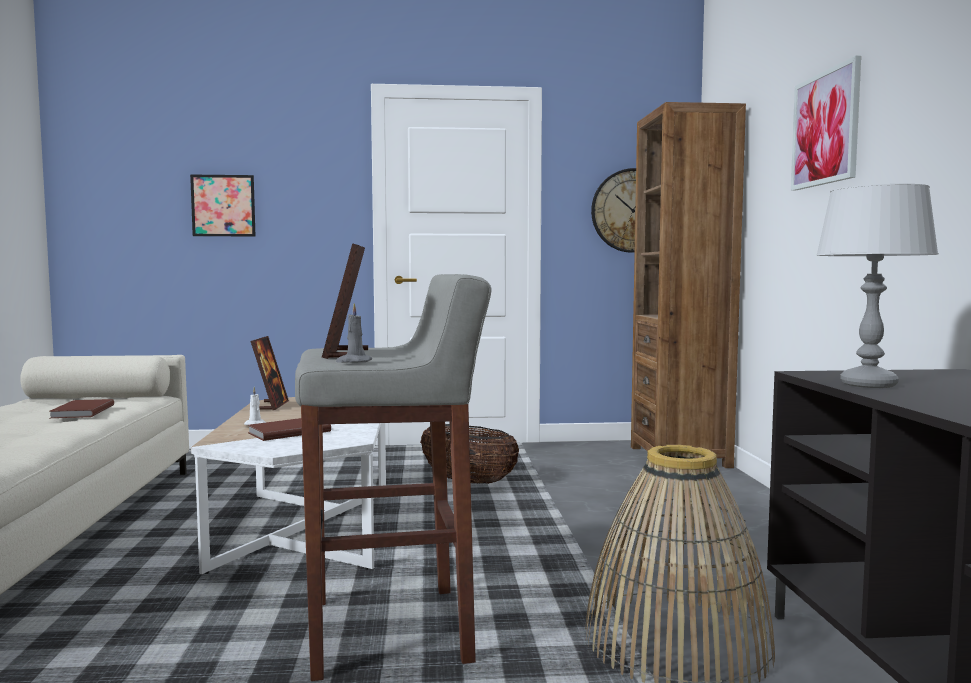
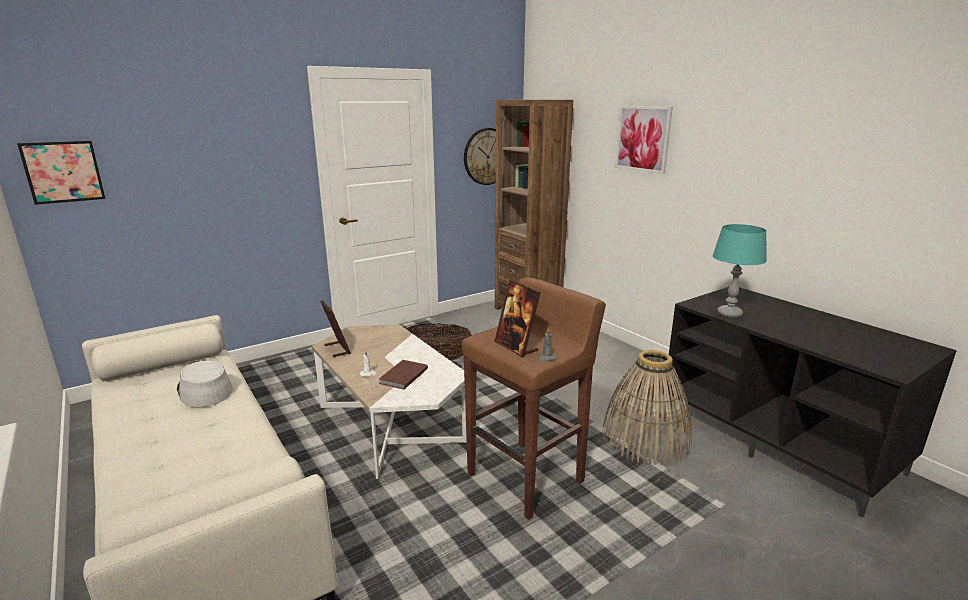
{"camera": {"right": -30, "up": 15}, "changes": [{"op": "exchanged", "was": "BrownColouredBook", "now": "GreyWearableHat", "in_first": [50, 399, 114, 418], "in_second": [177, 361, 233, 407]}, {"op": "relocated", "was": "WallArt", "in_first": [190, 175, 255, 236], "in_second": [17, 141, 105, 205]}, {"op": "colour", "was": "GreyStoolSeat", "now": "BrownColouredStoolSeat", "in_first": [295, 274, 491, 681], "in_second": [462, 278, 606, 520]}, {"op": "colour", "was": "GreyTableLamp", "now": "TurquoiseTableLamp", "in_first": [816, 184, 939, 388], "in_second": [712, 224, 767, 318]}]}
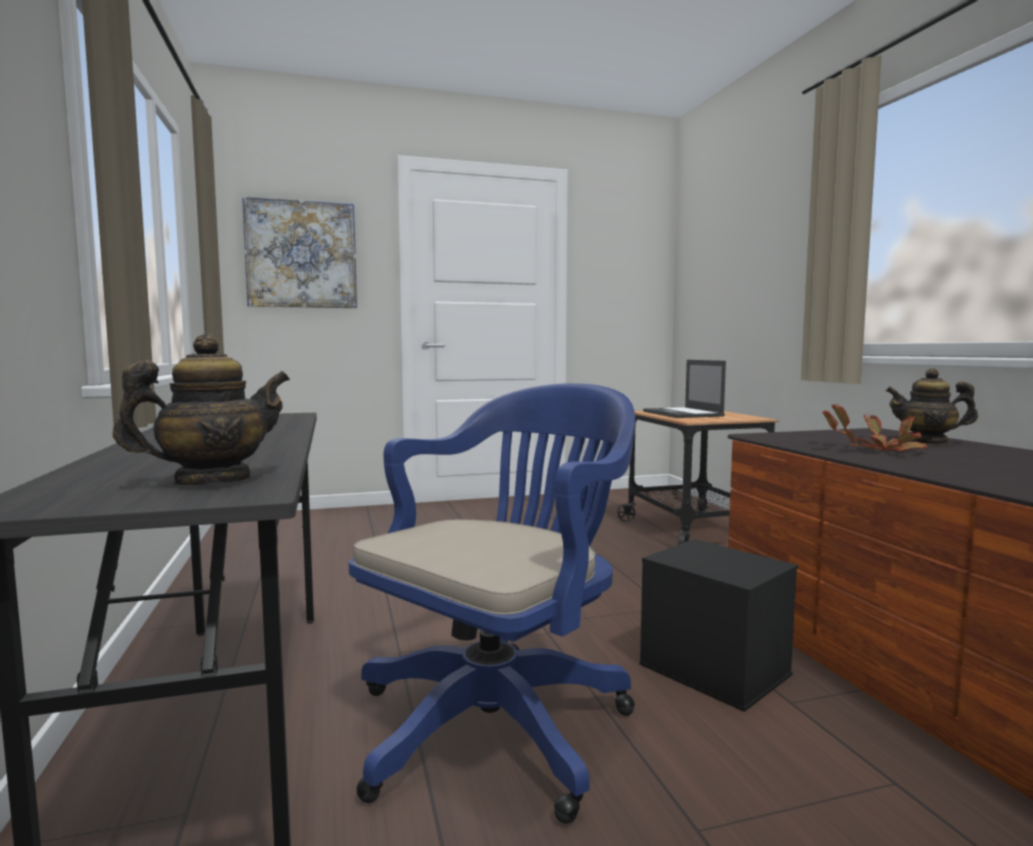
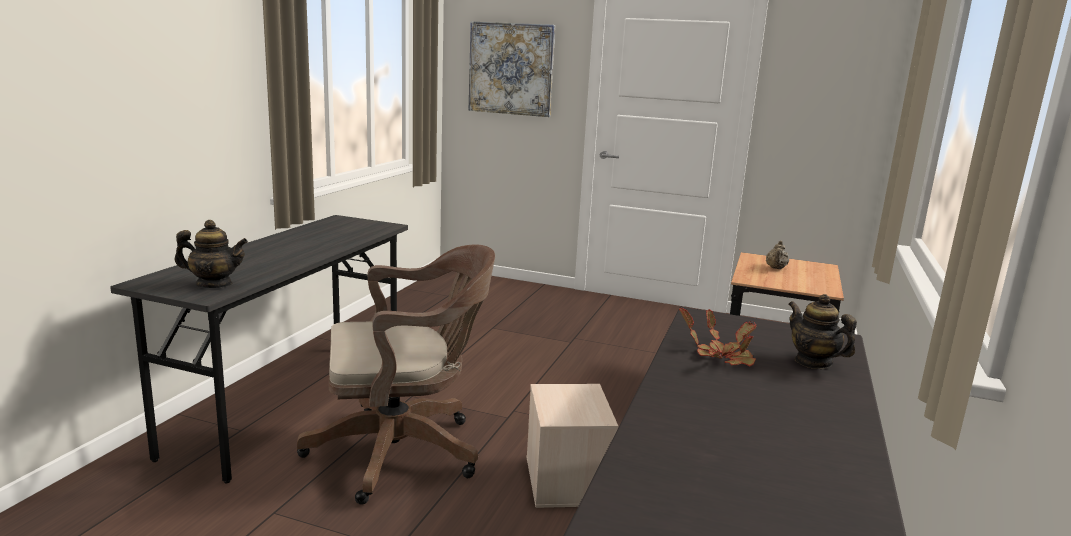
{"camera": {"right": 35, "up": 10}, "changes": [{"op": "colour", "was": "BlueOfficeChair", "now": "BrownColouredOfficeChair", "in_first": [349, 383, 635, 824], "in_second": [297, 244, 495, 505]}, {"op": "colour", "was": "BlackStorageBox", "now": "BeigeStorageBox", "in_first": [639, 539, 798, 712], "in_second": [527, 384, 618, 508]}, {"op": "exchanged", "was": "Laptop", "now": "BeigePotForTea", "in_first": [643, 360, 726, 418], "in_second": [766, 241, 789, 269]}]}
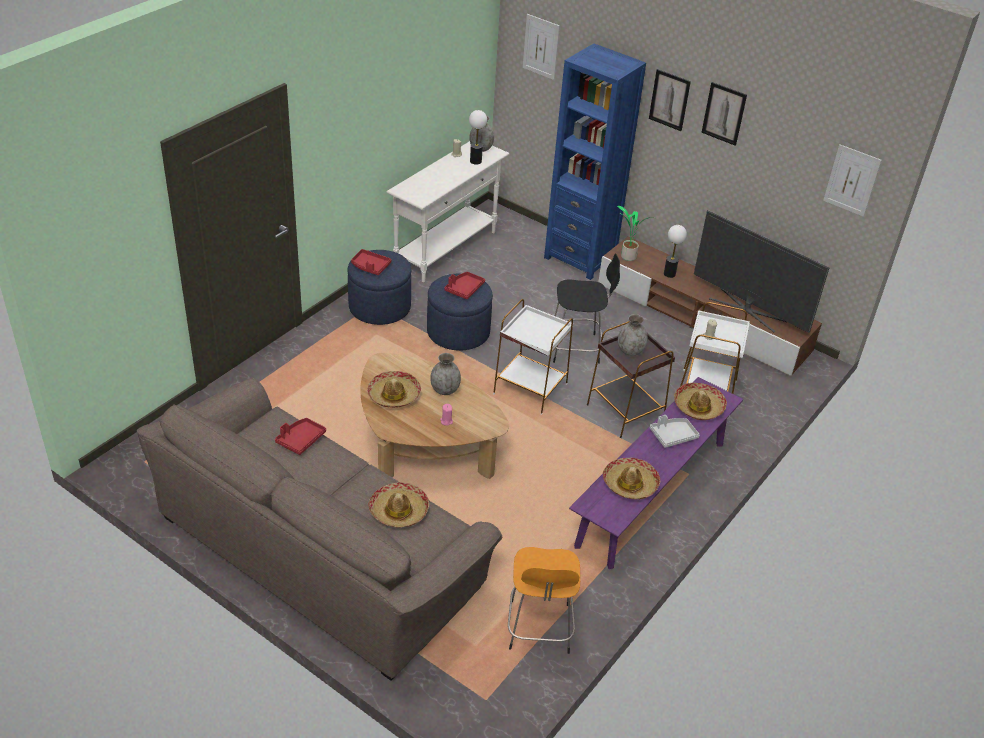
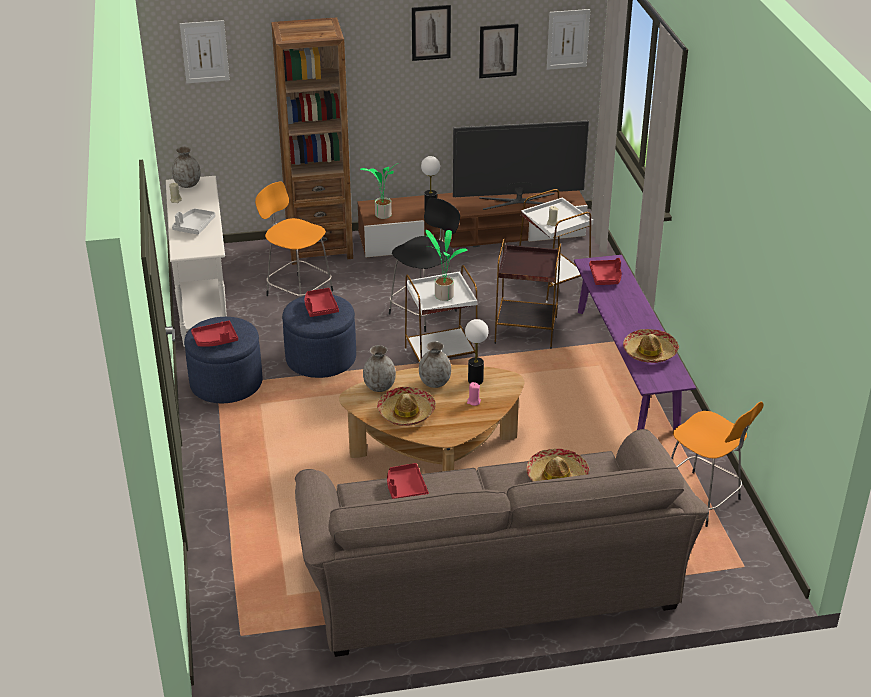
{"camera": {"right": -45, "up": -5}, "changes": [{"op": "relocated", "was": "TableLamp", "in_first": [469, 110, 487, 165], "in_second": [465, 319, 489, 385]}, {"op": "colour", "was": "BlueBookshelf", "now": "BrownColouredBookshelf", "in_first": [544, 43, 646, 280], "in_second": [271, 17, 353, 265]}, {"op": "relocated", "was": "GreyFlowerVase", "in_first": [618, 314, 648, 356], "in_second": [363, 345, 396, 392]}, {"op": "relocated", "was": "WallArt", "in_first": [649, 69, 691, 131], "in_second": [479, 24, 518, 78]}, {"op": "relocated", "was": "GreyServingTray", "in_first": [650, 415, 700, 448], "in_second": [172, 208, 215, 234]}, {"op": "exchanged", "was": "WearableHat", "now": "RedServingTray", "in_first": [674, 383, 727, 420], "in_second": [589, 258, 622, 285]}, {"op": "appeared", "now": "OrangeStoolSeat", "in_second": [255, 182, 333, 297]}, {"op": "appeared", "now": "Houseplant", "in_second": [422, 230, 468, 301]}]}
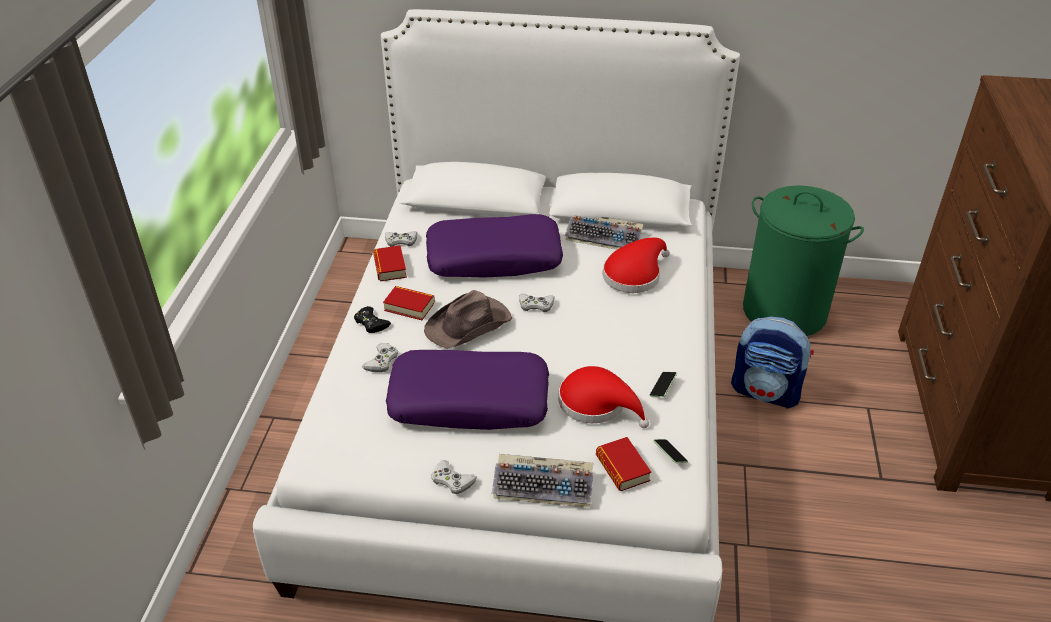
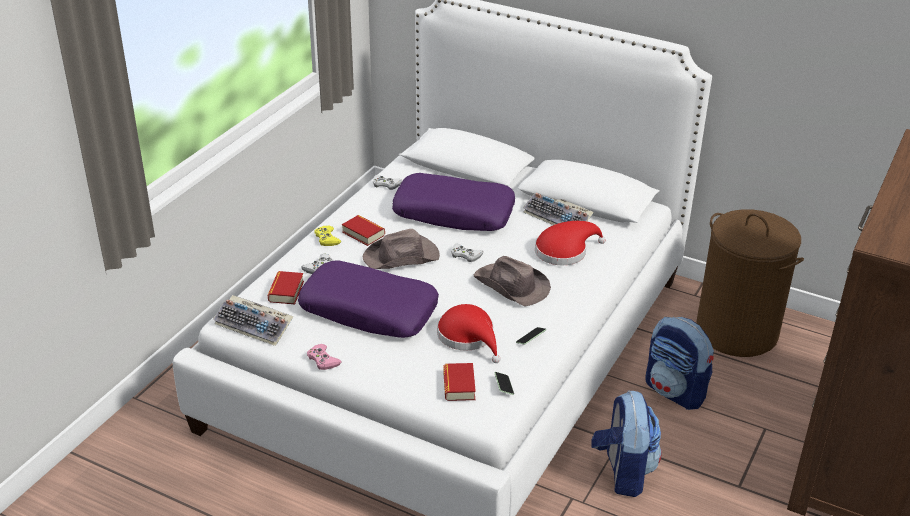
{"camera": {"right": 20, "up": -5}, "changes": [{"op": "colour", "was": "BlackGameController", "now": "YellowishGameController", "in_first": [354, 306, 391, 333], "in_second": [315, 226, 341, 246]}, {"op": "relocated", "was": "Book", "in_first": [373, 246, 407, 281], "in_second": [268, 271, 304, 304]}, {"op": "colour", "was": "WhitishGameController", "now": "PinkGameController", "in_first": [432, 460, 477, 494], "in_second": [307, 344, 342, 370]}, {"op": "relocated", "was": "ComputerKeyboard", "in_first": [492, 454, 594, 508], "in_second": [213, 295, 294, 346]}, {"op": "colour", "was": "GreenColouredHamper", "now": "BrownColouredHamper", "in_first": [743, 185, 864, 336], "in_second": [696, 209, 804, 357]}, {"op": "appeared", "now": "BrownColouredWearableHat", "in_second": [474, 256, 551, 307]}, {"op": "appeared", "now": "Knapsack", "in_second": [591, 391, 662, 497]}]}
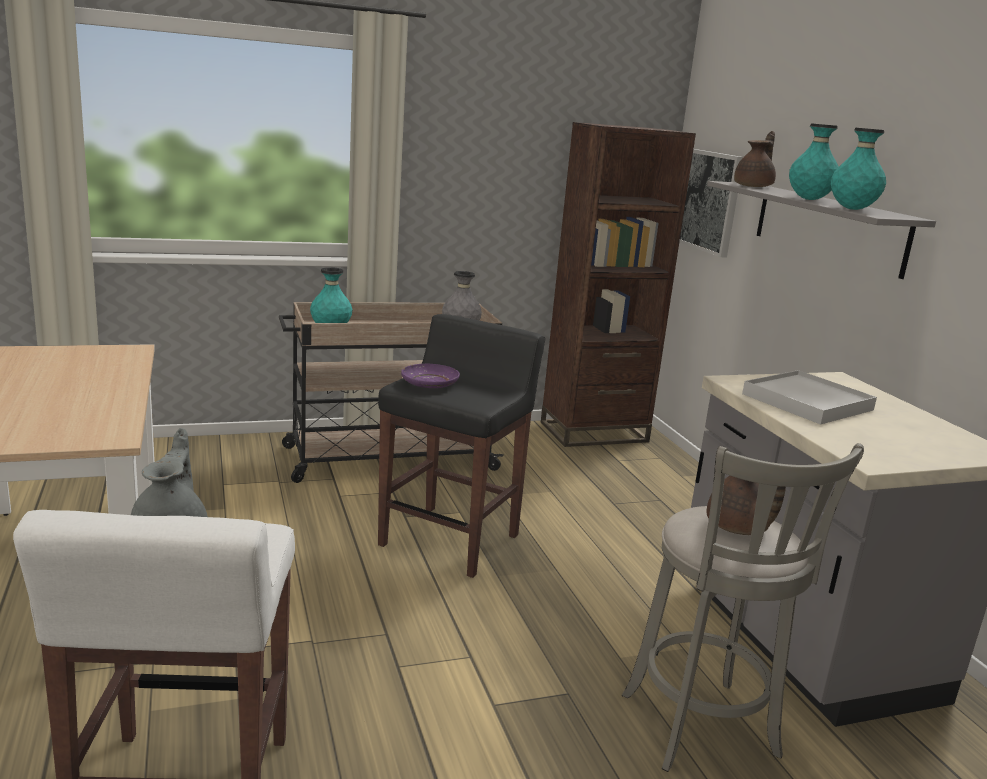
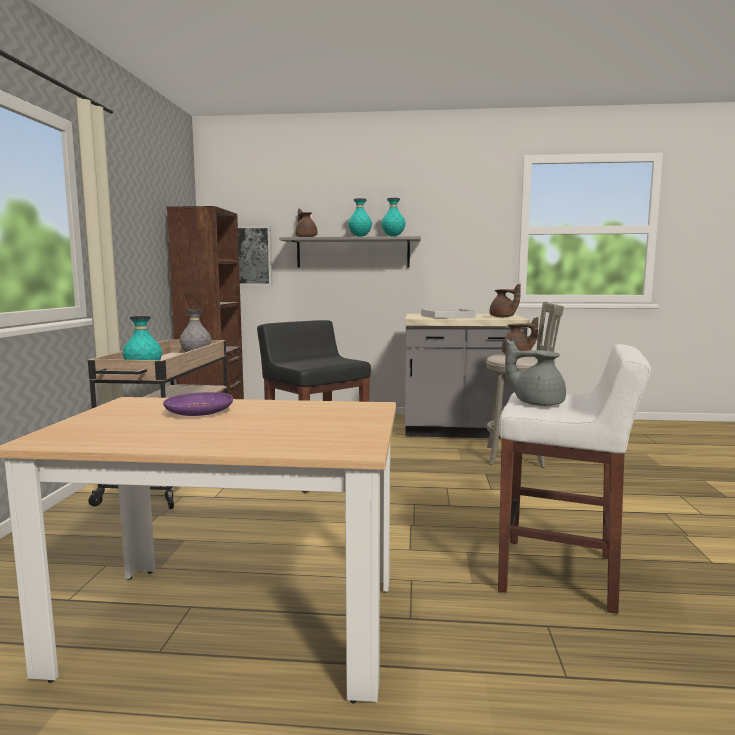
{"camera": {"right": -65, "up": -10}, "changes": [{"op": "relocated", "was": "PurplePlate", "in_first": [401, 364, 460, 388], "in_second": [163, 392, 233, 416]}, {"op": "appeared", "now": "BrownColouredPotForTea", "in_second": [489, 284, 521, 317]}]}
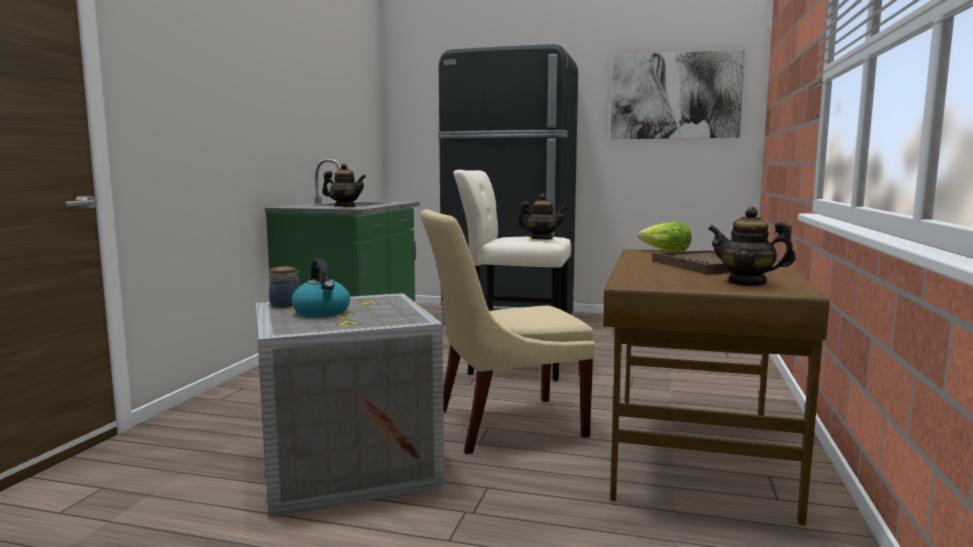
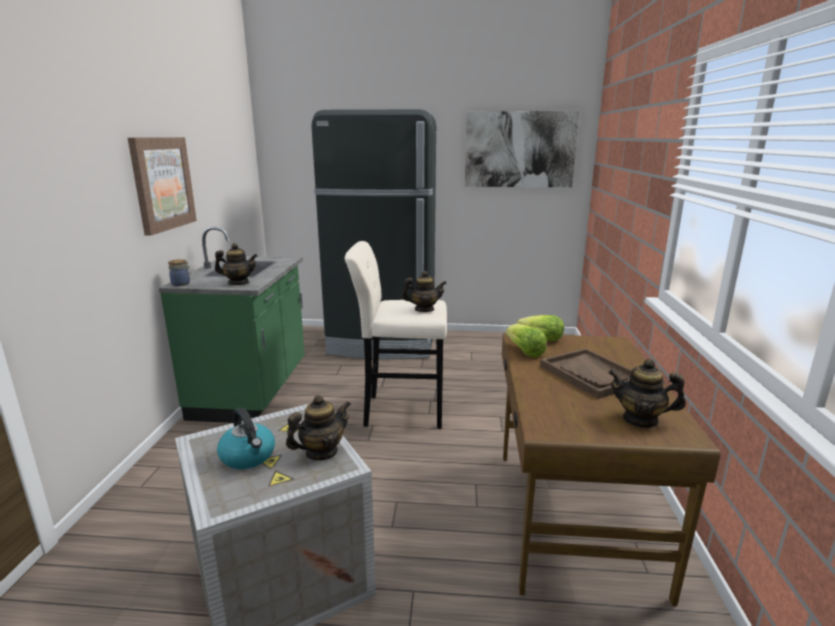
{"camera": {"right": -10, "up": 10}, "changes": [{"op": "relocated", "was": "Jar", "in_first": [269, 266, 300, 308], "in_second": [168, 259, 191, 286]}, {"op": "missing", "was": "BeigeChair", "in_first": [420, 209, 595, 454]}, {"op": "appeared", "now": "WallArt", "in_second": [128, 137, 197, 236]}, {"op": "appeared", "now": "PotForTea", "in_second": [286, 395, 351, 460]}, {"op": "appeared", "now": "HeadOfLettuce", "in_second": [506, 324, 547, 358]}]}
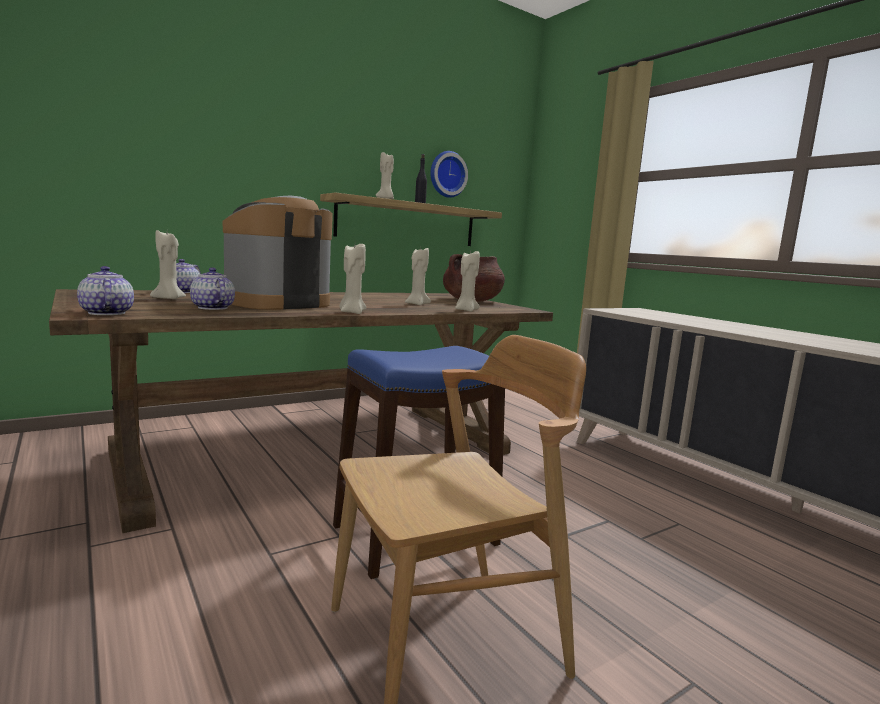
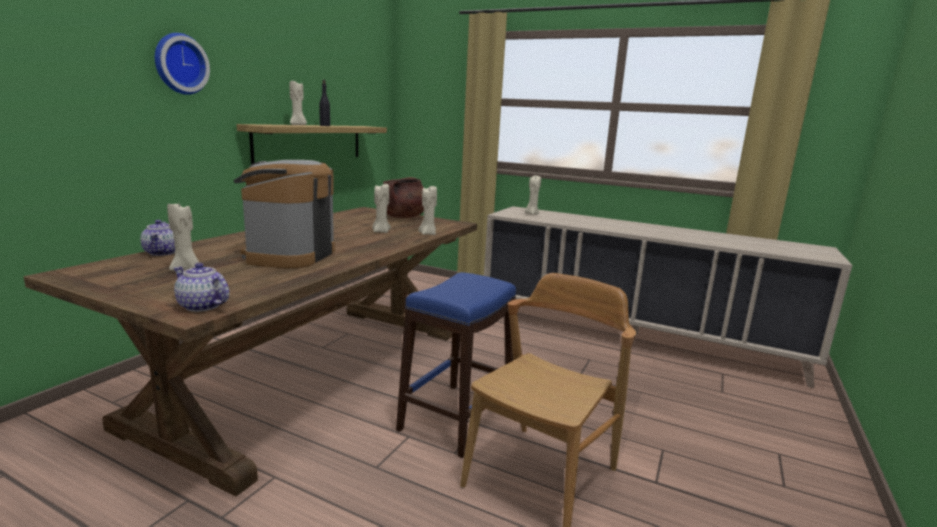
{"camera": {"right": -30, "up": 5}, "changes": [{"op": "missing", "was": "PotForTea", "in_first": [190, 267, 235, 310]}, {"op": "relocated", "was": "BeigeCandle", "in_first": [340, 244, 366, 314], "in_second": [525, 175, 541, 215]}, {"op": "relocated", "was": "HangingClock", "in_first": [431, 151, 468, 198], "in_second": [155, 33, 210, 95]}]}
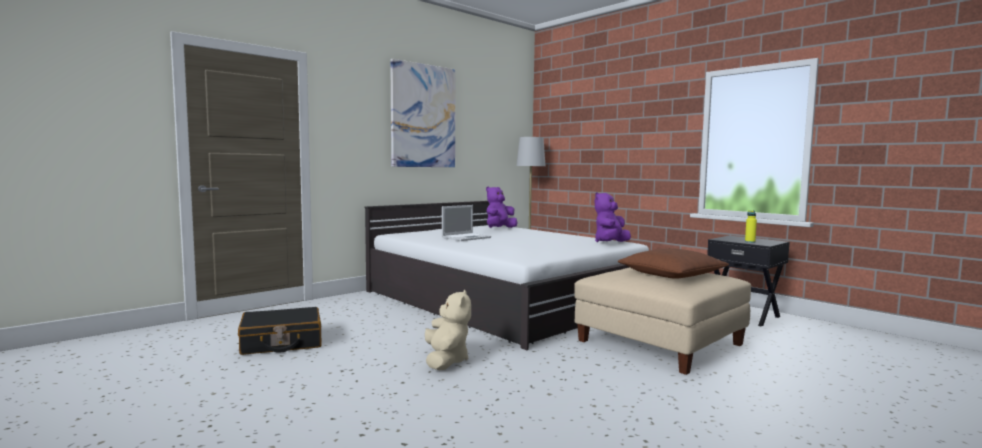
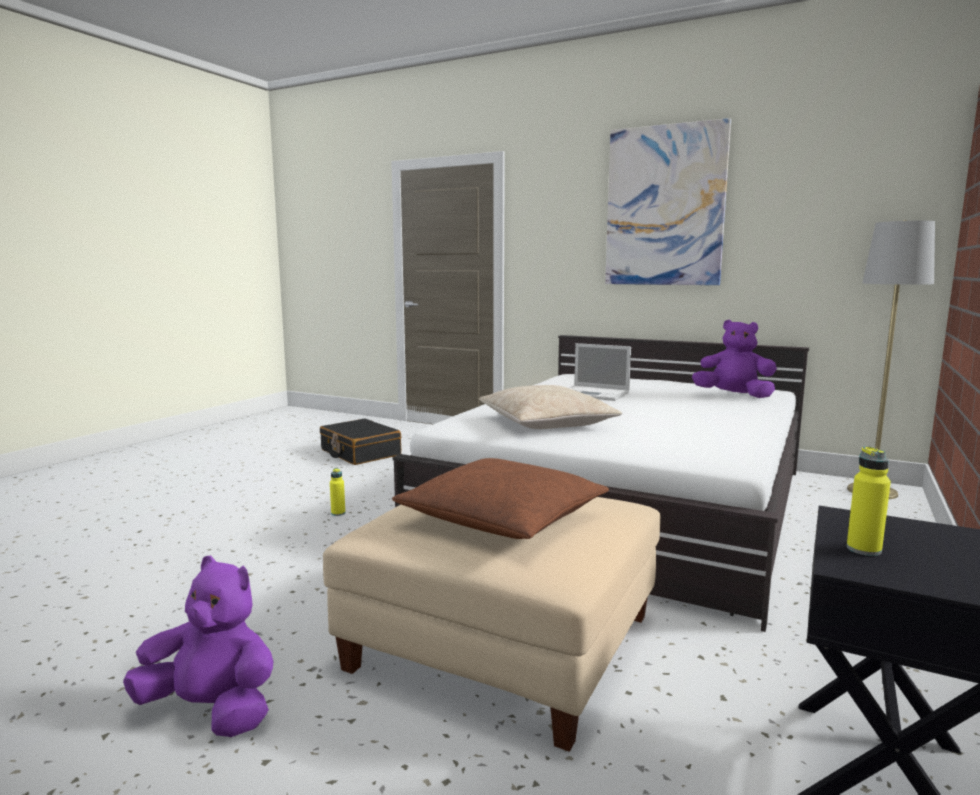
{"camera": {"right": 70, "up": 5}, "changes": [{"op": "exchanged", "was": "BeigeSoftToy", "now": "YellowishBeverageBottle", "in_first": [425, 289, 471, 371], "in_second": [330, 468, 345, 516]}, {"op": "relocated", "was": "PurpleSoftToy", "in_first": [595, 192, 631, 242], "in_second": [123, 556, 273, 737]}, {"op": "appeared", "now": "BeigeCushion", "in_second": [479, 385, 622, 429]}]}
